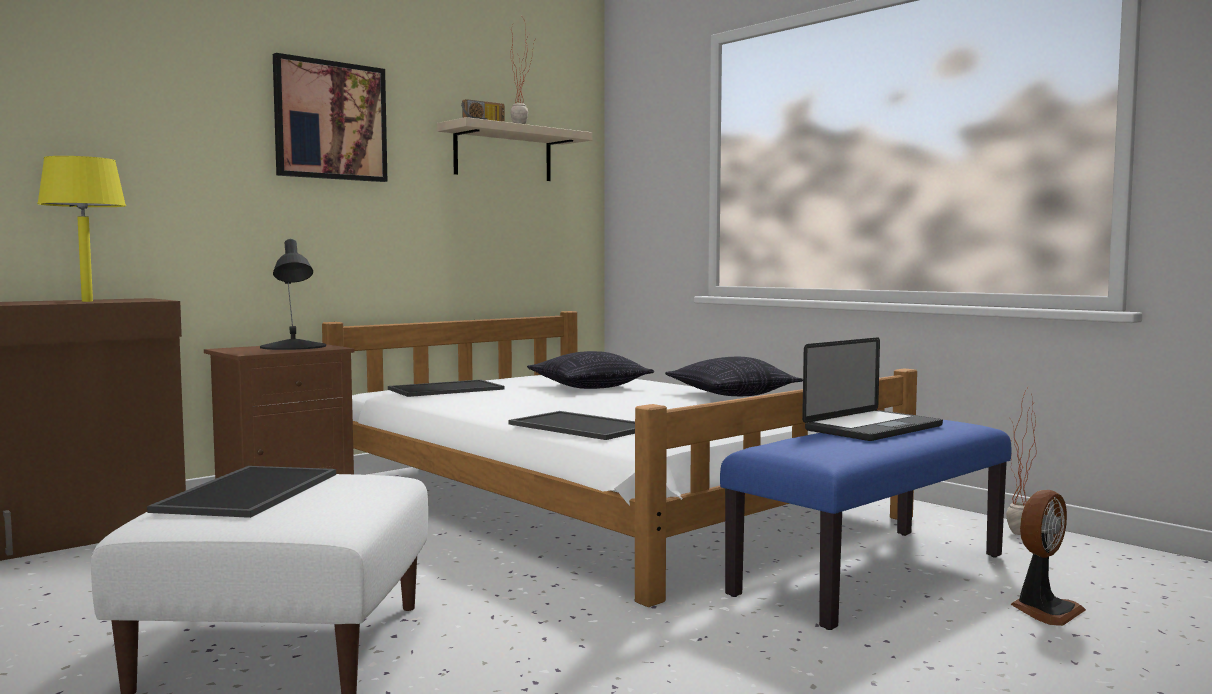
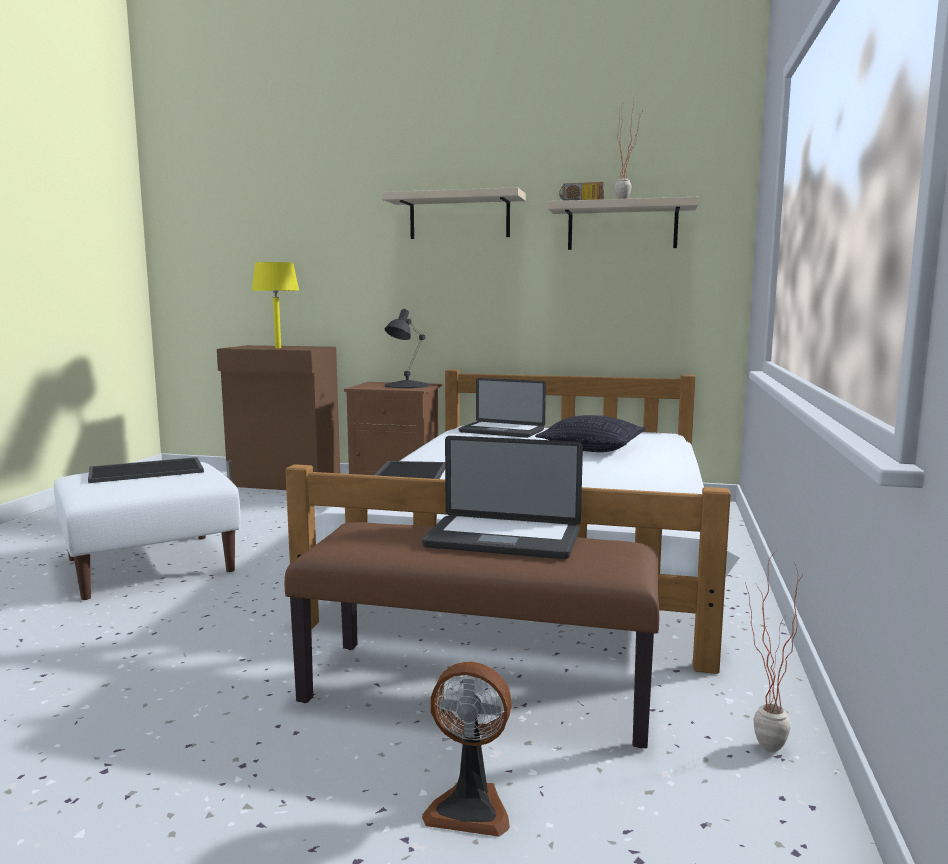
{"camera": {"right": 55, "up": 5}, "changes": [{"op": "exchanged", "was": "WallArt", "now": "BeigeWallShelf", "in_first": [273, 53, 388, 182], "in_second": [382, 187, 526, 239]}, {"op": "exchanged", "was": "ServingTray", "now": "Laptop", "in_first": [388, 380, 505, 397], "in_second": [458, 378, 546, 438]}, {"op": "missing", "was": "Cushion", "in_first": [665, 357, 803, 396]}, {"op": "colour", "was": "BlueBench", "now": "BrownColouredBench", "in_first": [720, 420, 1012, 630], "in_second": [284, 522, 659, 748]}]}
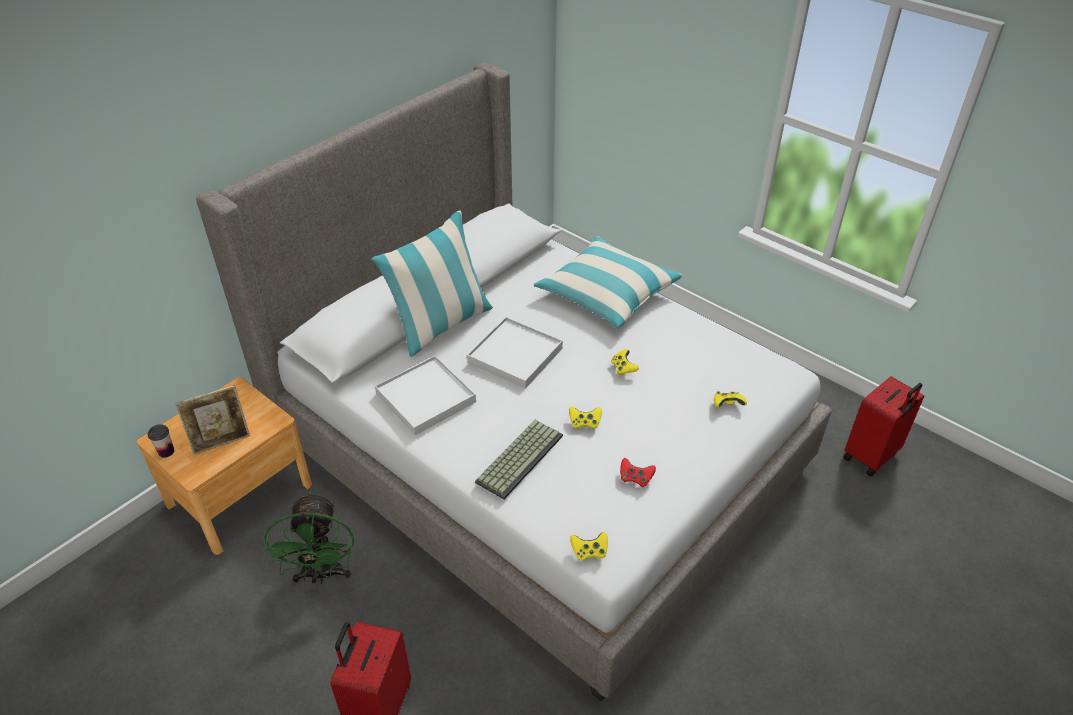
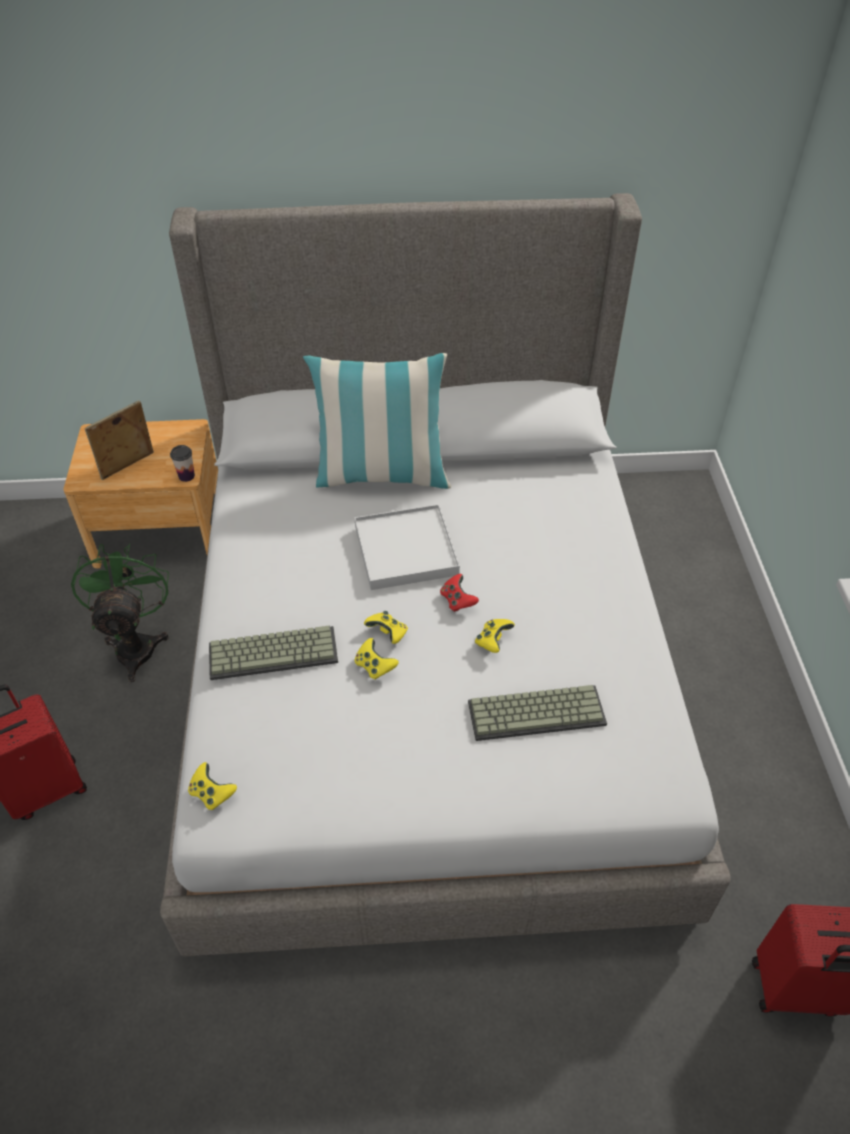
{"camera": {"right": 45, "up": 5}, "changes": [{"op": "relocated", "was": "DrinkingCup", "in_first": [148, 424, 174, 458], "in_second": [170, 445, 195, 482]}, {"op": "spun", "was": "PictureFrame", "in_first": [175, 385, 250, 455], "in_second": [84, 400, 154, 480], "clockwise": 120}, {"op": "spun", "was": "GreenColouredCoolingFan", "in_first": [264, 491, 354, 584], "in_second": [71, 543, 169, 682], "clockwise": 135}, {"op": "missing", "was": "WhitishServingTray", "in_first": [375, 356, 476, 435]}, {"op": "missing", "was": "Cushion", "in_first": [534, 236, 682, 328]}, {"op": "relocated", "was": "RedGameController", "in_first": [620, 458, 656, 487], "in_second": [440, 574, 479, 612]}, {"op": "relocated", "was": "YellowishGameController", "in_first": [714, 391, 747, 407], "in_second": [364, 611, 408, 644]}, {"op": "appeared", "now": "ComputerKeyboard", "in_second": [468, 685, 607, 741]}]}
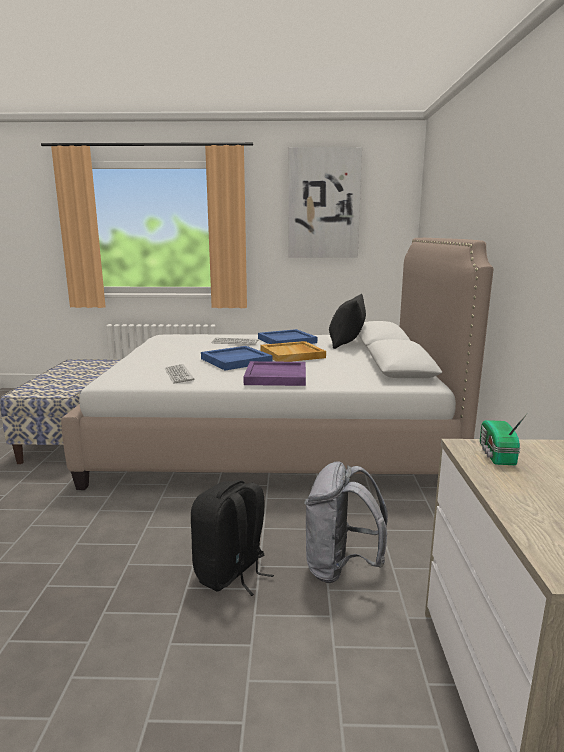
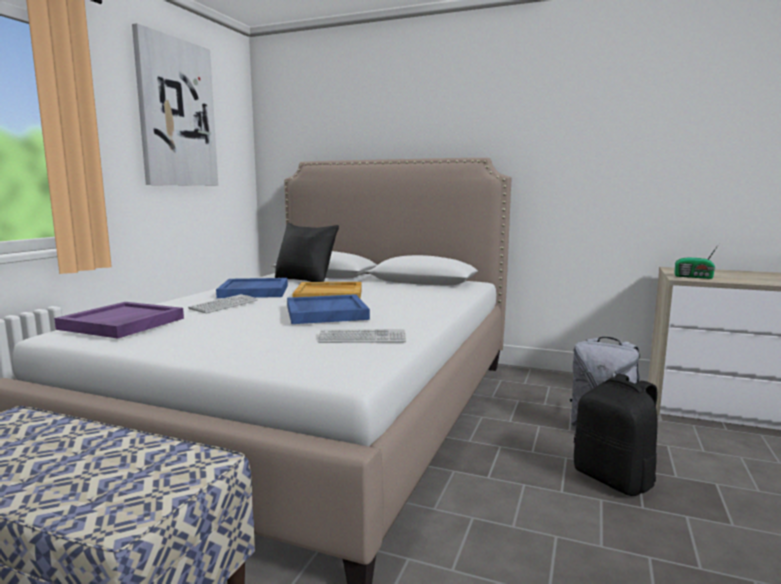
{"camera": {"right": -70, "up": -5}, "changes": [{"op": "relocated", "was": "PurpleServingTray", "in_first": [243, 361, 306, 386], "in_second": [54, 302, 184, 339]}]}
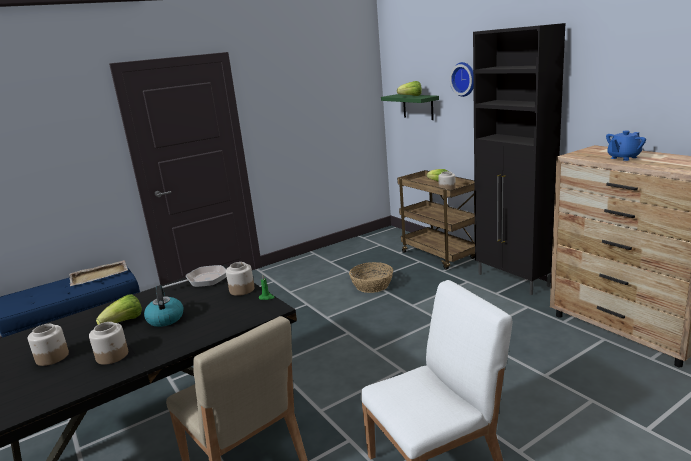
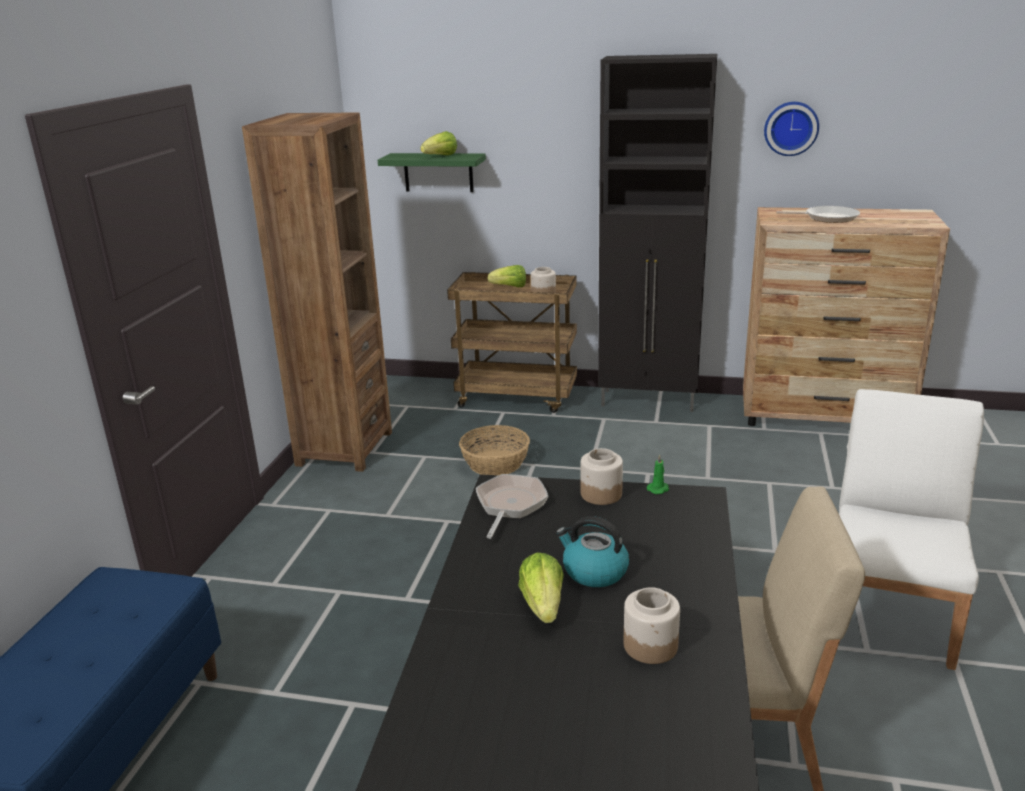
{"camera": {"right": -45, "up": 5}, "changes": [{"op": "missing", "was": "Jar", "in_first": [28, 324, 69, 366]}, {"op": "missing", "was": "BeigeServingTray", "in_first": [69, 260, 128, 286]}, {"op": "relocated", "was": "HangingClock", "in_first": [450, 62, 474, 97], "in_second": [764, 102, 819, 156]}, {"op": "exchanged", "was": "BluePotForTea", "now": "FryingPan", "in_first": [606, 130, 646, 161], "in_second": [776, 206, 860, 223]}, {"op": "appeared", "now": "BrownColouredBookshelf", "in_second": [242, 112, 392, 472]}]}
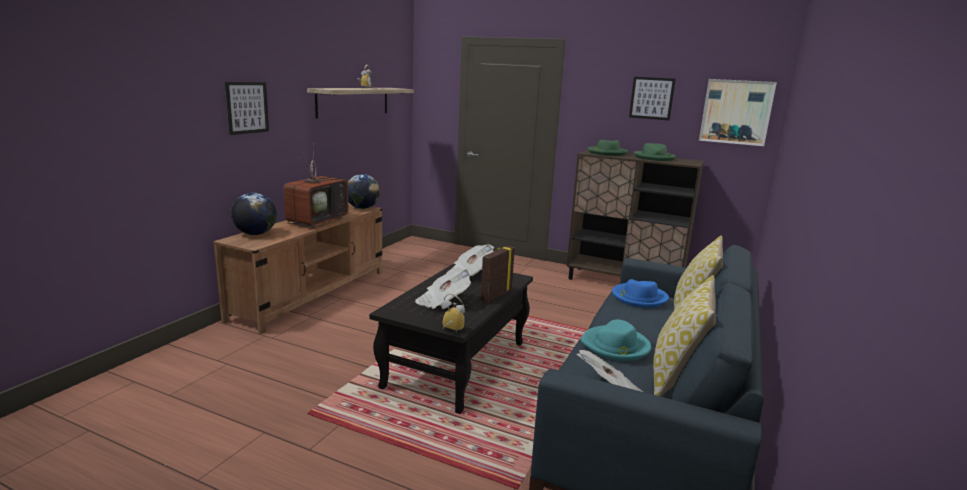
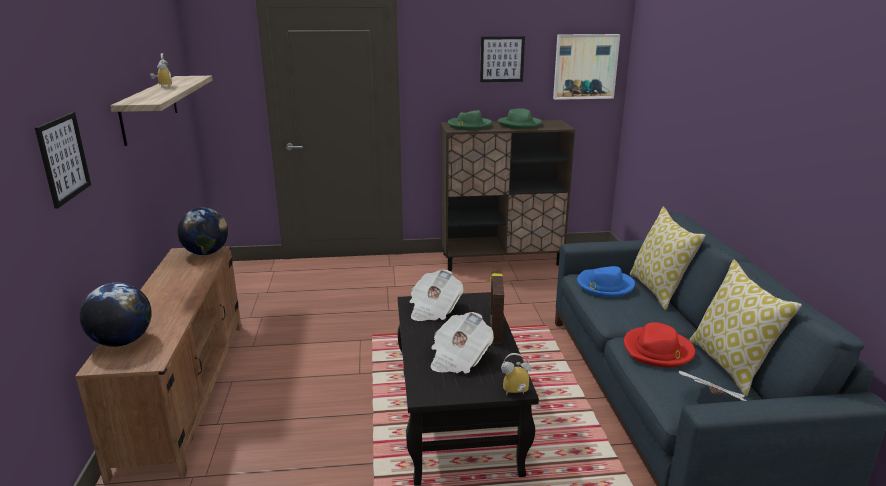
{"camera": {"right": -30, "up": 5}, "changes": [{"op": "missing", "was": "Tv", "in_first": [283, 143, 349, 228]}, {"op": "colour", "was": "TurquoiseWearableHat", "now": "RedWearableHat", "in_first": [580, 320, 651, 361], "in_second": [624, 322, 695, 367]}]}
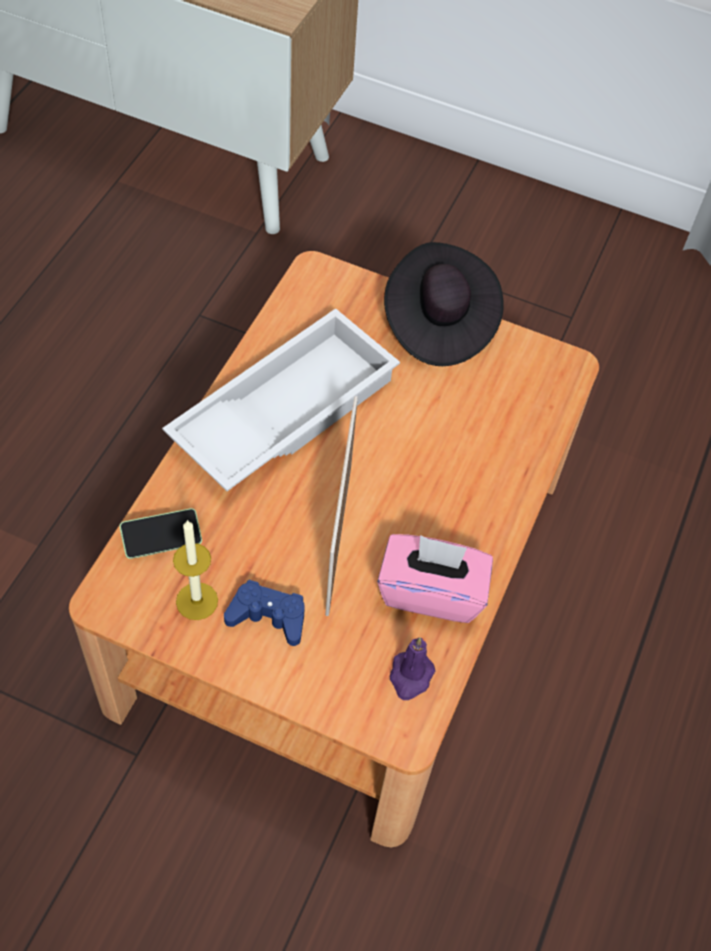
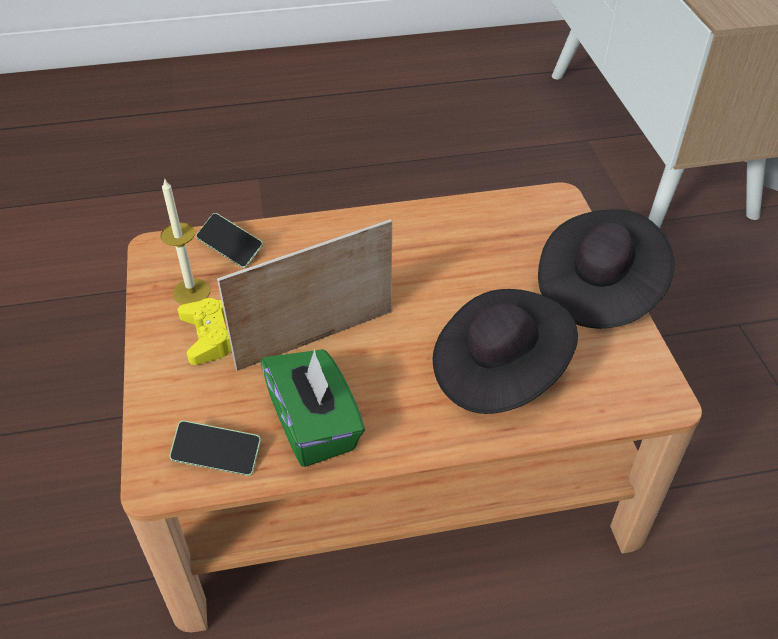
{"camera": {"right": 60, "up": -10}, "changes": [{"op": "missing", "was": "WhitishServingTray", "in_first": [162, 308, 400, 491]}, {"op": "colour", "was": "BlueGameController", "now": "YellowishGameController", "in_first": [224, 580, 305, 646], "in_second": [178, 298, 232, 365]}, {"op": "colour", "was": "PinkBoxOfTissues", "now": "GreenColouredBoxOfTissues", "in_first": [377, 534, 493, 623], "in_second": [261, 349, 365, 467]}, {"op": "exchanged", "was": "PurpleCandle", "now": "Telephone", "in_first": [390, 637, 435, 700], "in_second": [169, 420, 261, 476]}, {"op": "appeared", "now": "BlackWearableHat", "in_second": [432, 289, 578, 414]}]}
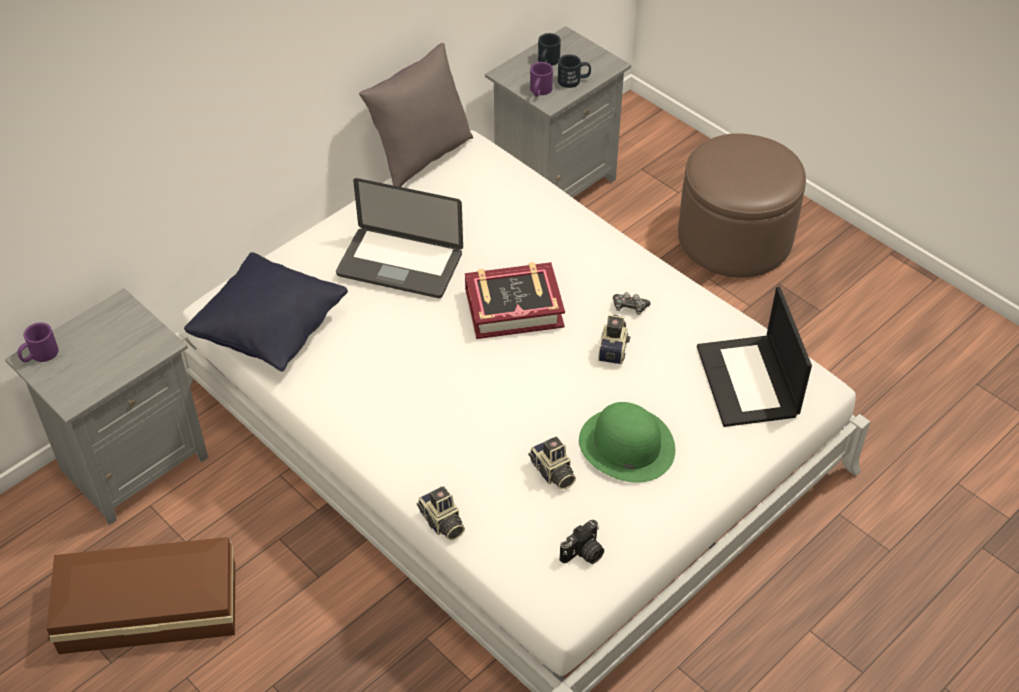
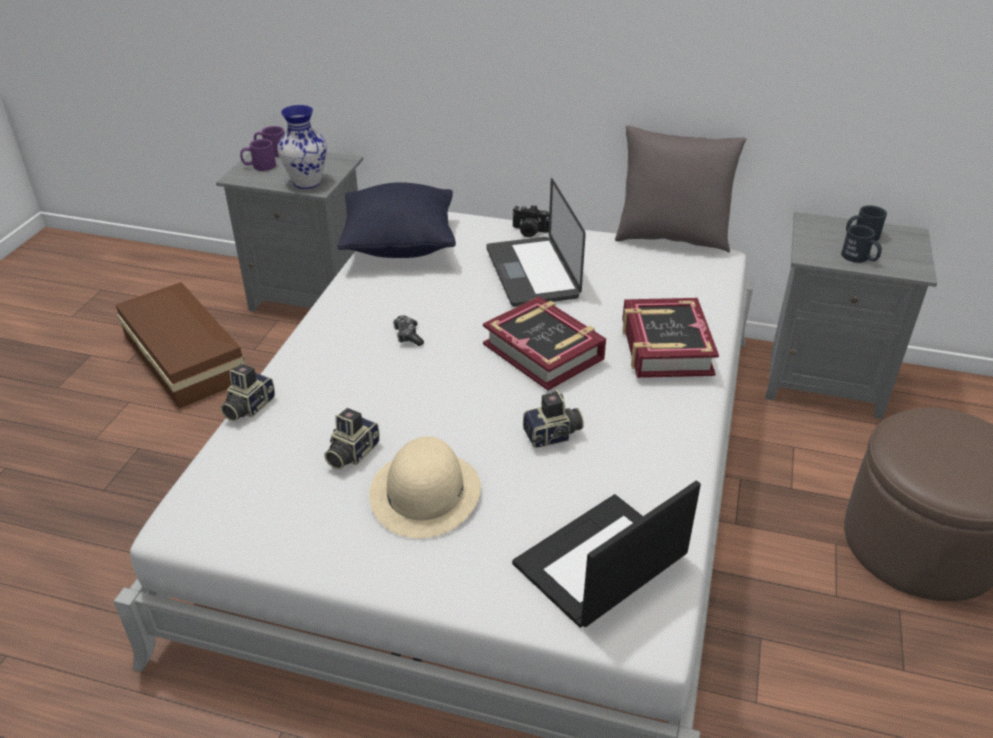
{"camera": {"right": 60, "up": -10}, "changes": [{"op": "relocated", "was": "PurpleTeaMug", "in_first": [530, 62, 553, 97], "in_second": [240, 139, 276, 171]}, {"op": "relocated", "was": "StillCamera", "in_first": [560, 520, 604, 564], "in_second": [512, 205, 549, 238]}, {"op": "colour", "was": "GreenColouredWearableHat", "now": "BeigeWearableHat", "in_first": [579, 402, 675, 483], "in_second": [369, 436, 481, 538]}, {"op": "relocated", "was": "GameController", "in_first": [613, 292, 651, 315], "in_second": [393, 315, 424, 346]}, {"op": "appeared", "now": "FlowerVase", "in_second": [277, 105, 327, 189]}, {"op": "appeared", "now": "Book", "in_second": [622, 298, 719, 378]}]}
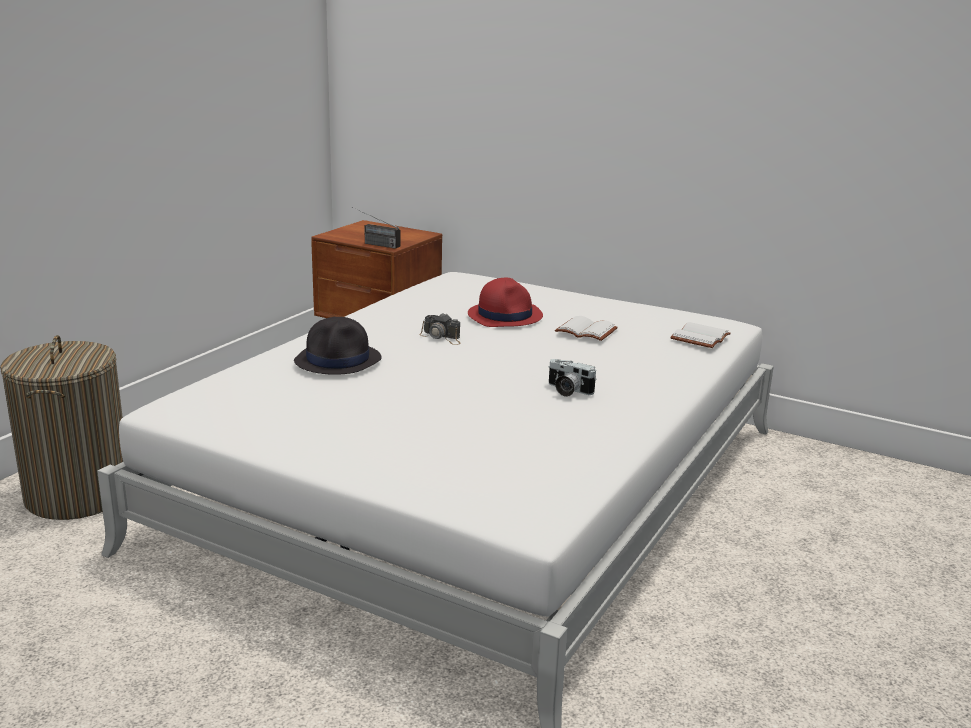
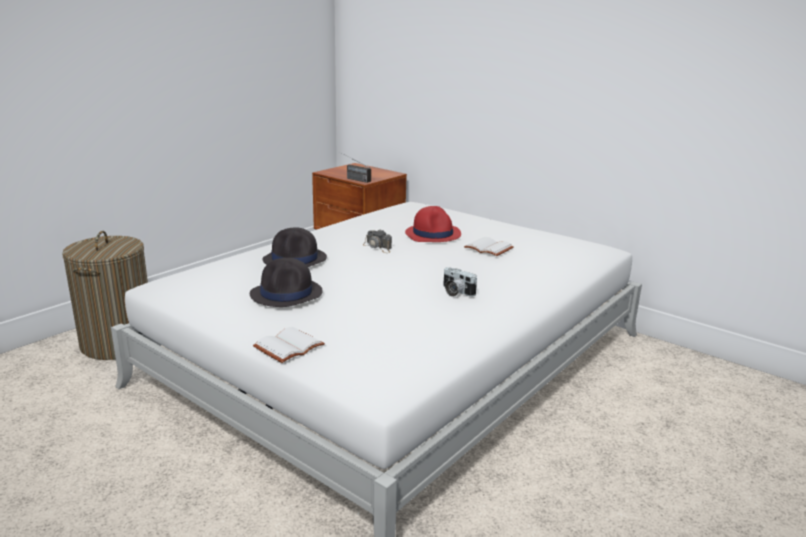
{"camera": {"right": 10, "up": 0}, "changes": [{"op": "relocated", "was": "WhitishBook", "in_first": [670, 322, 731, 348], "in_second": [253, 327, 325, 363]}, {"op": "appeared", "now": "BlackWearableHat", "in_second": [250, 258, 323, 307]}]}
